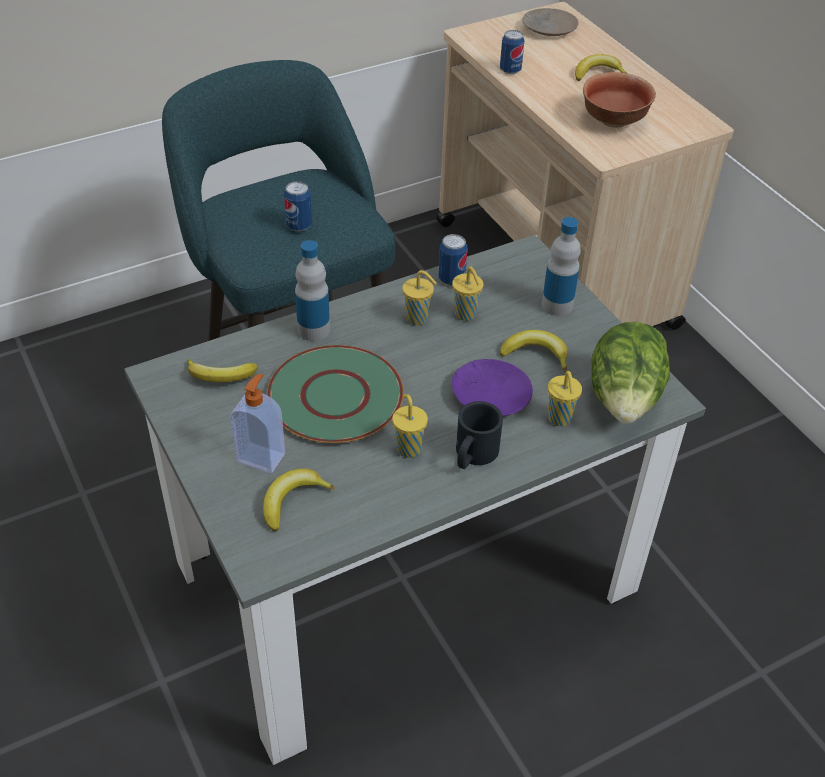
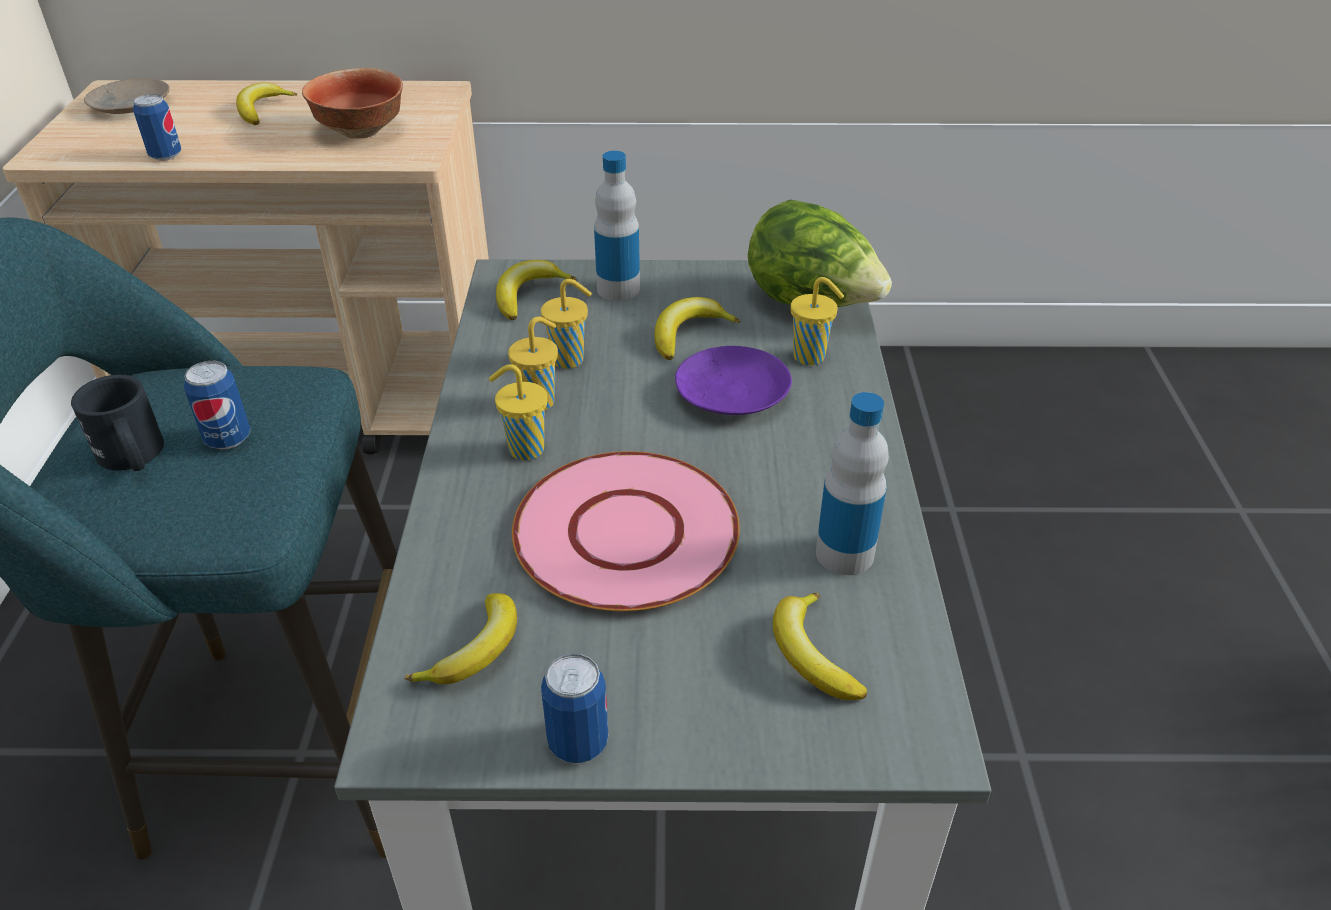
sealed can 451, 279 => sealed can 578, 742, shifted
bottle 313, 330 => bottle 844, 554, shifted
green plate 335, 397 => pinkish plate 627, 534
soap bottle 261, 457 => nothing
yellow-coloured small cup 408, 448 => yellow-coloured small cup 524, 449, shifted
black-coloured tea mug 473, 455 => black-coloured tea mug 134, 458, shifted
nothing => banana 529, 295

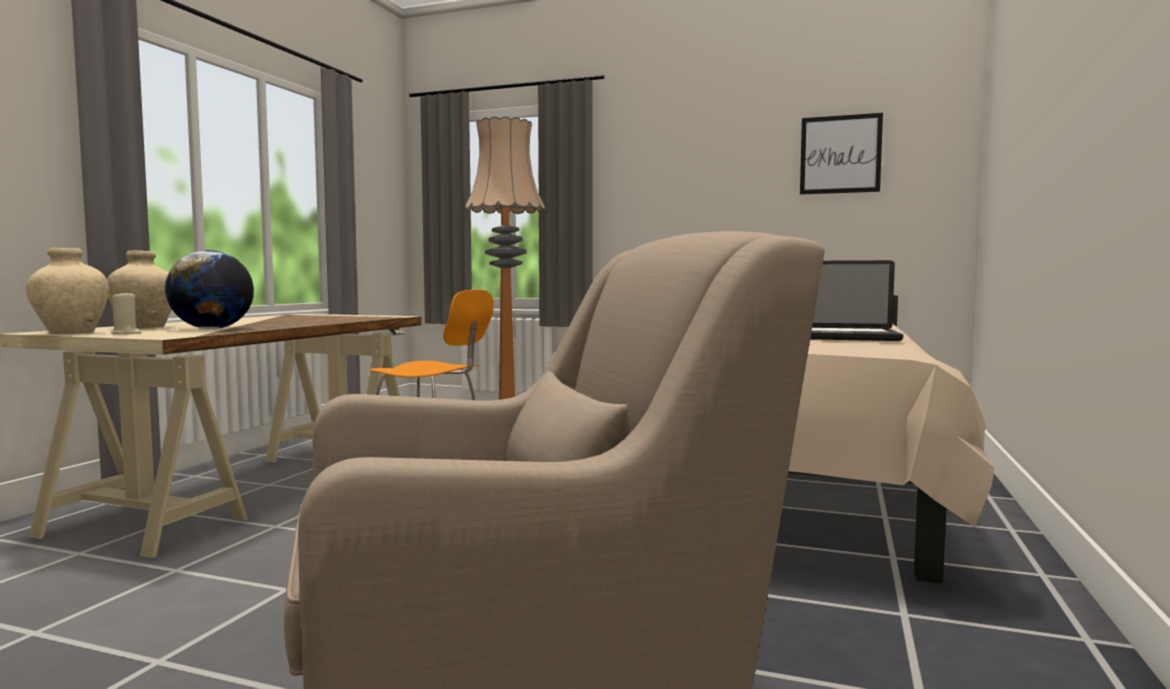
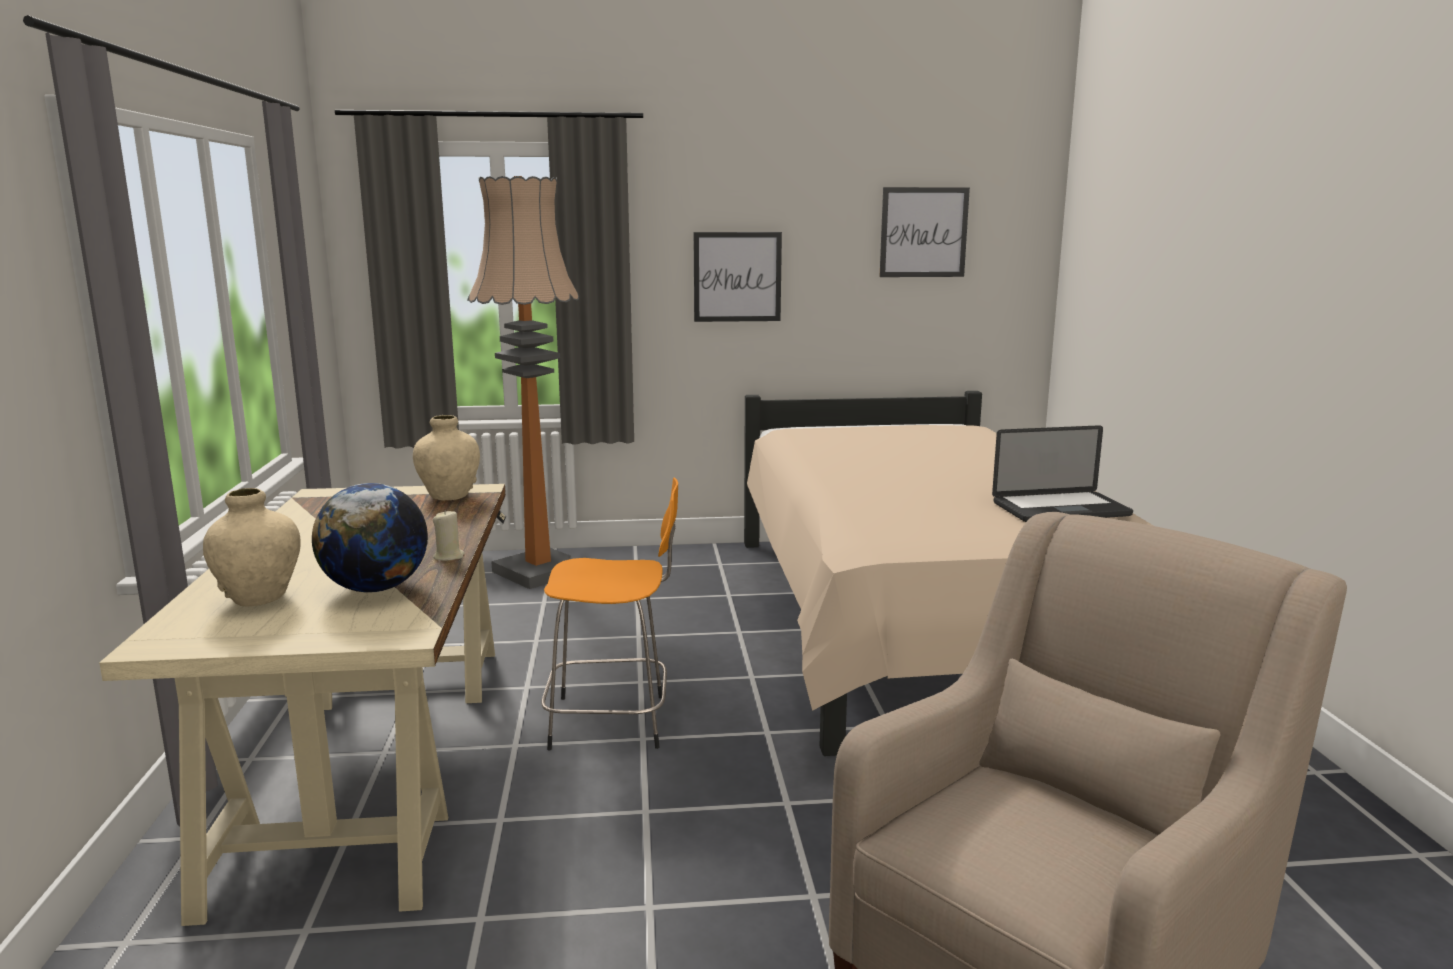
beige flower vase 71, 333 => beige flower vase 449, 496, shifted
beige candle 126, 333 => beige candle 449, 557, shifted
nothing => wall art 737, 277

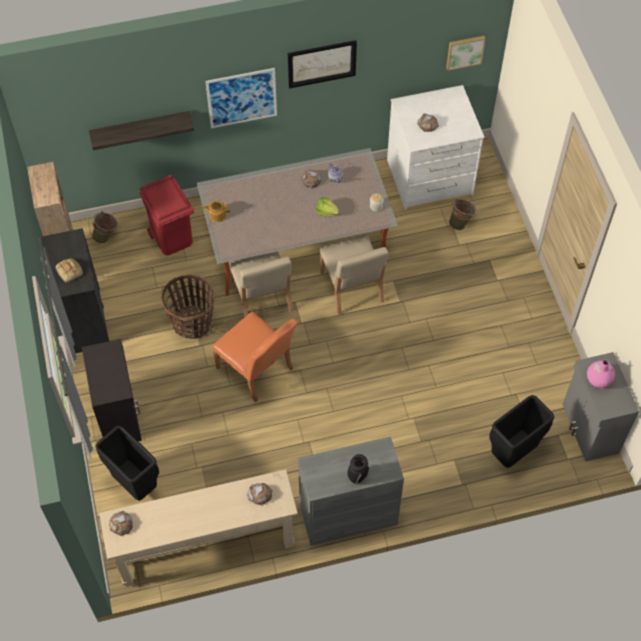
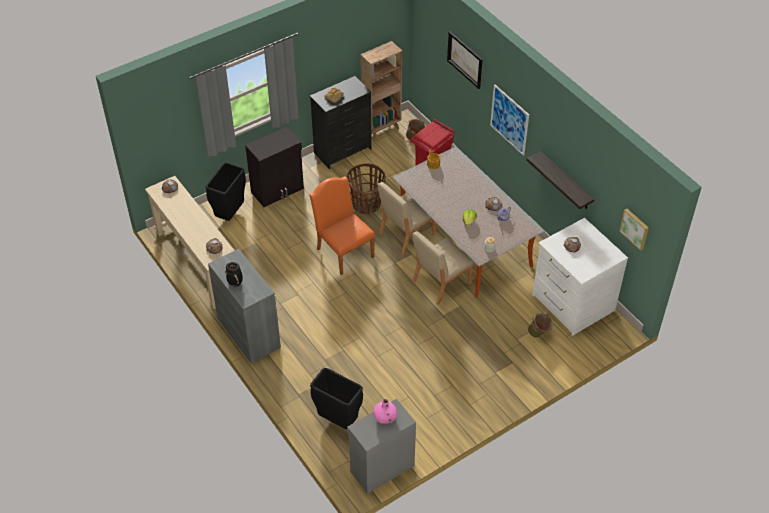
wall art 321, 63 => wall art 465, 59, shifted
shelf 140, 128 => shelf 566, 181, shifted
orangey upright chair 258, 371 => orangey upright chair 343, 250, 120 degrees clockwise

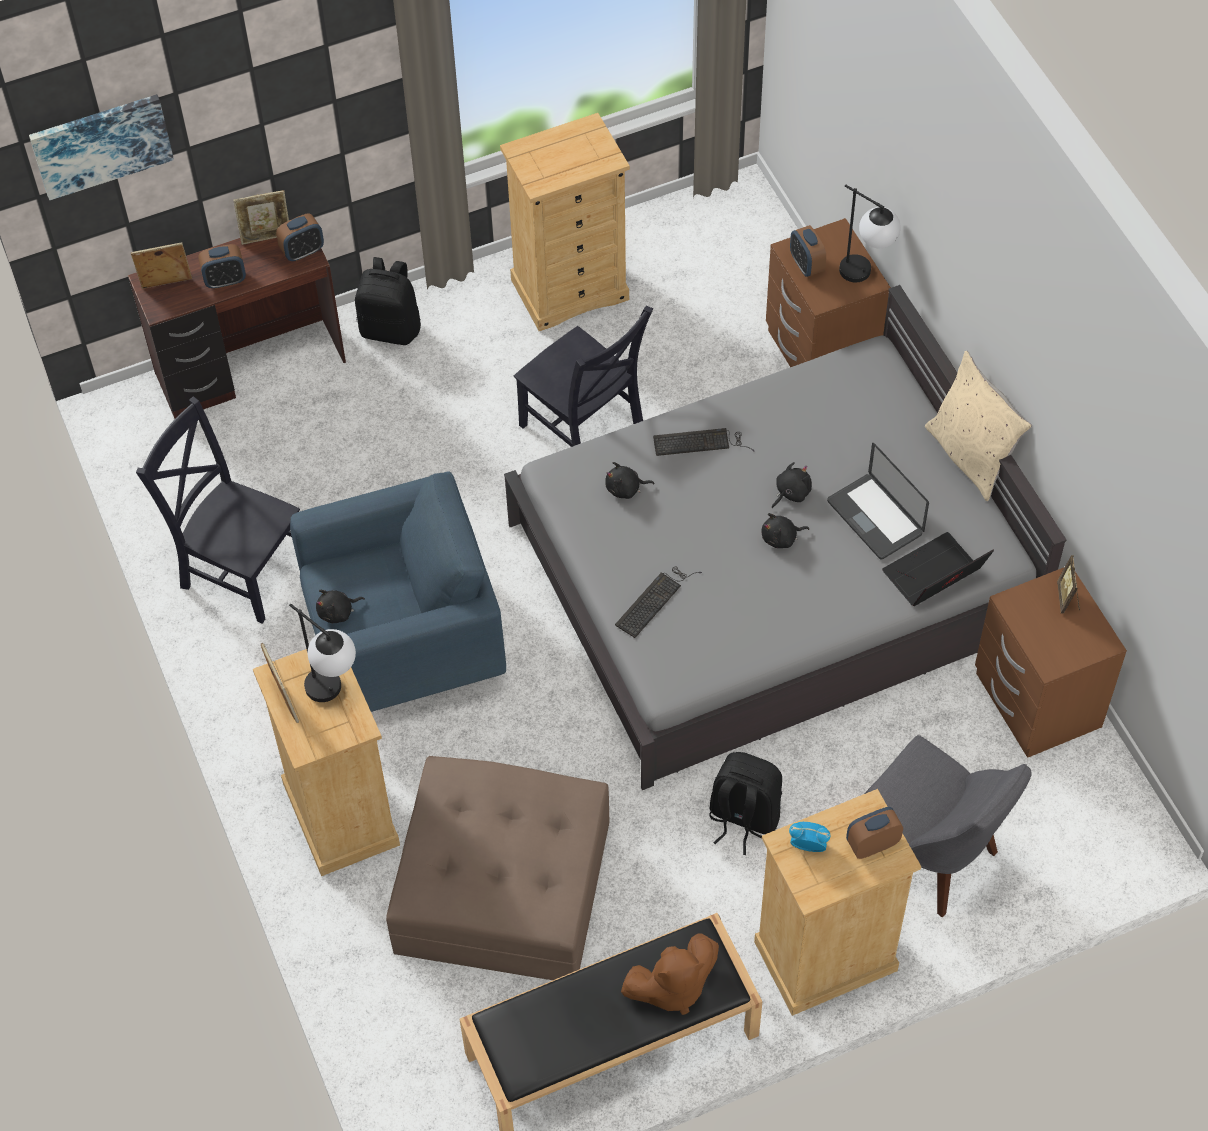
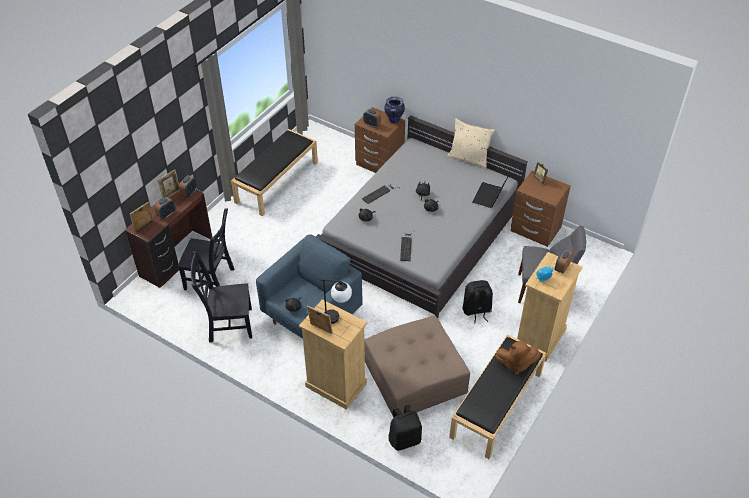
wall art 101, 144 => nothing
beige dresser 570, 289 => black-coloured bench 277, 181
lamp for a table 866, 276 => flower vase 394, 120
black-coloured rucksack 391, 328 => black-coloured rucksack 404, 439, shifted
black-coloured upright chair 584, 431 => black-coloured upright chair 211, 280, shifted
laptop 875, 517 => nothing
brown plush toy 671, 987 => brown plush toy 515, 364, 60 degrees clockwise

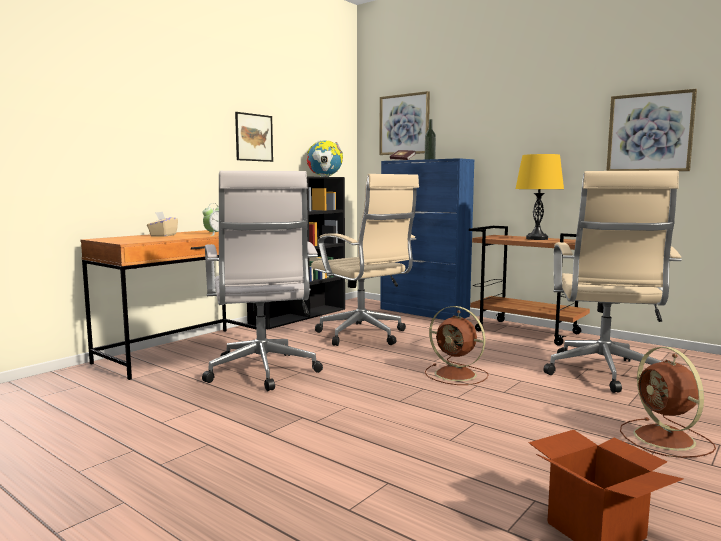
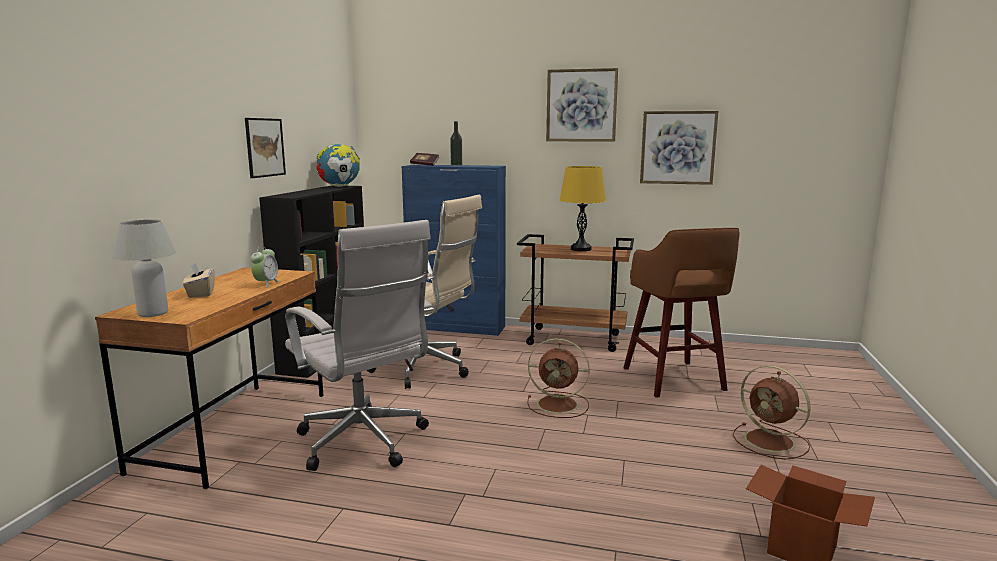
wall art 404, 124 => wall art 581, 105, shifted
beige computer chair 603, 374 => brown stool 674, 380
nothing => whitish lamp for a table 153, 313

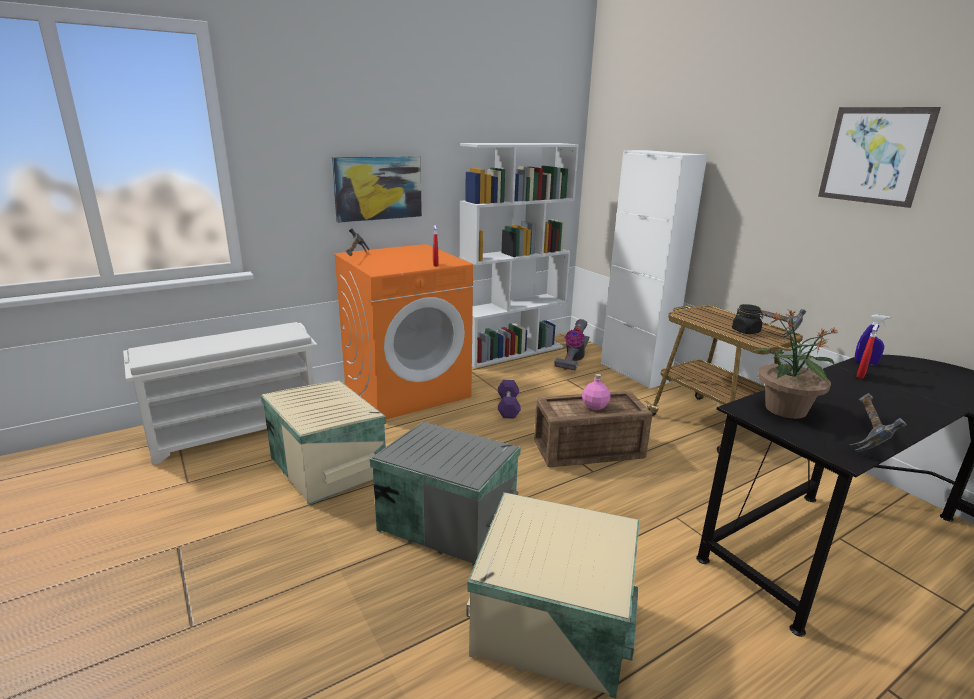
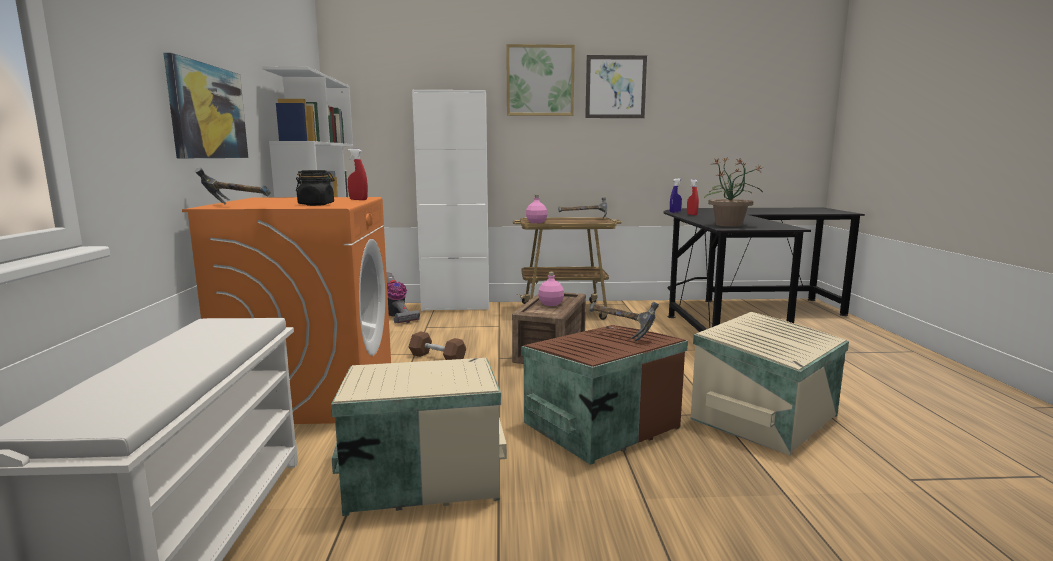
black-coloured storage jar 746, 331 => black-coloured storage jar 316, 204, shifted
purple hand weight 508, 407 => brown hand weight 437, 358
hand hammer 867, 437 => hand hammer 620, 331, shifted
grey storage container 448, 517 => brown storage container 598, 424
nothing => wall art 540, 80
nothing => pinkish bottle 536, 222

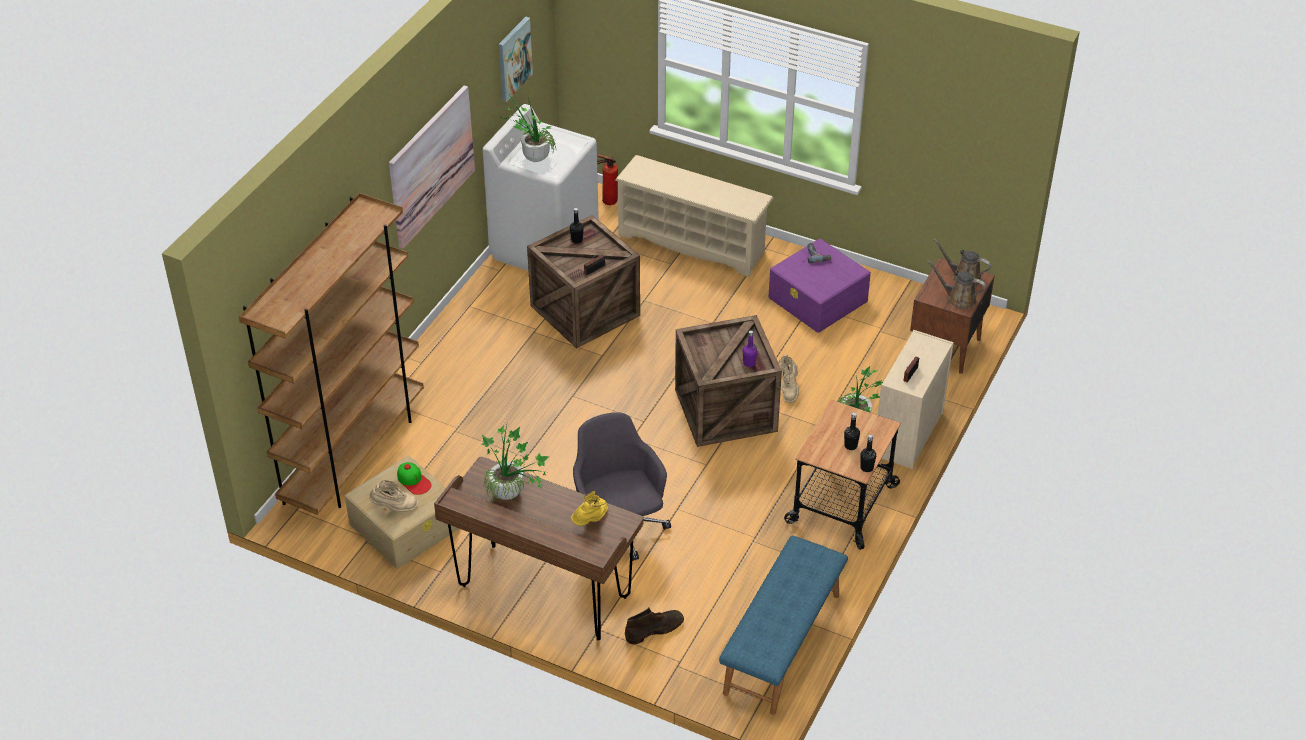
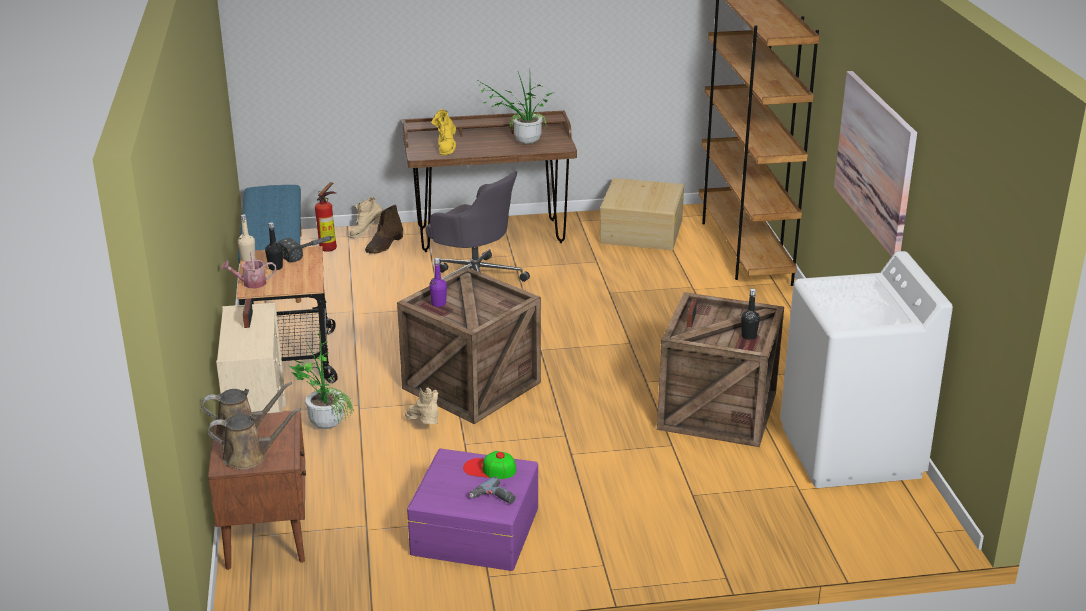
wall art 513, 58 => nothing
plant in a pot 531, 156 => nothing
extinguisher 607, 201 => extinguisher 330, 248, shifted
beige shoe stand 693, 243 => nothing
black-coloured bottle 866, 468 => beige bottle 248, 259
baseball cap 414, 481 => baseball cap 489, 469, shifted
beige tall boot 394, 507 => beige tall boot 367, 233, shifted
nothing => hand hammer 309, 251
nothing => watering can 251, 283

